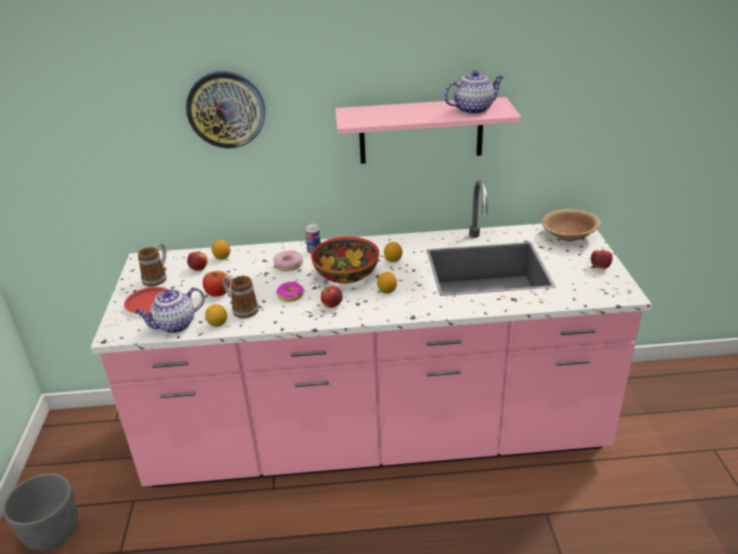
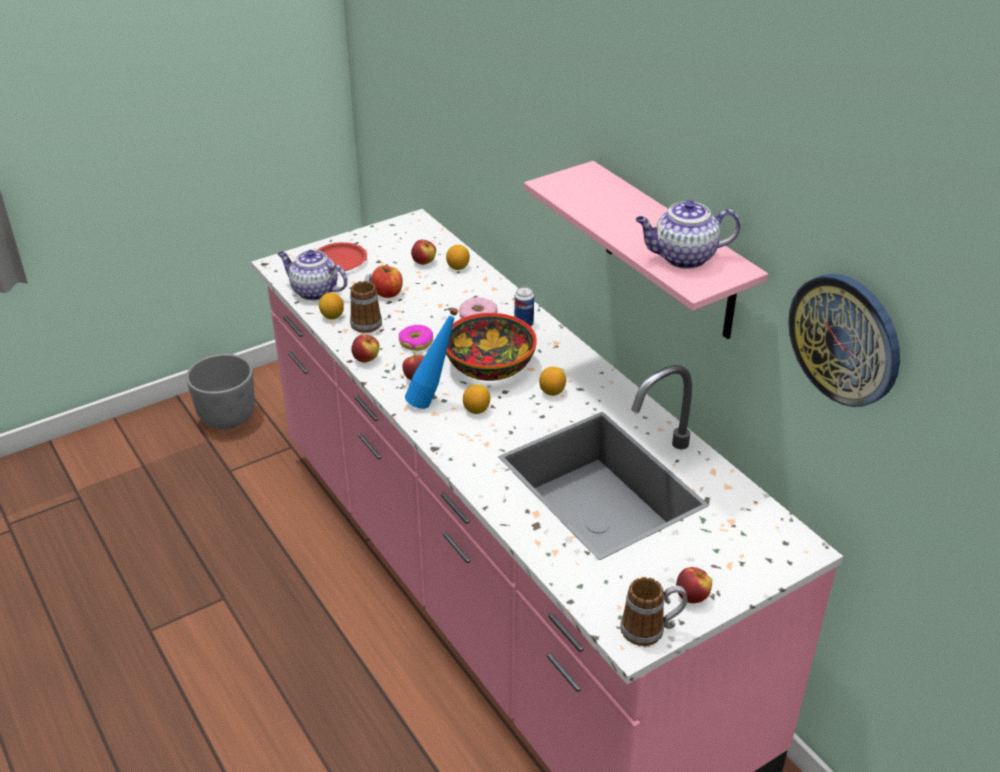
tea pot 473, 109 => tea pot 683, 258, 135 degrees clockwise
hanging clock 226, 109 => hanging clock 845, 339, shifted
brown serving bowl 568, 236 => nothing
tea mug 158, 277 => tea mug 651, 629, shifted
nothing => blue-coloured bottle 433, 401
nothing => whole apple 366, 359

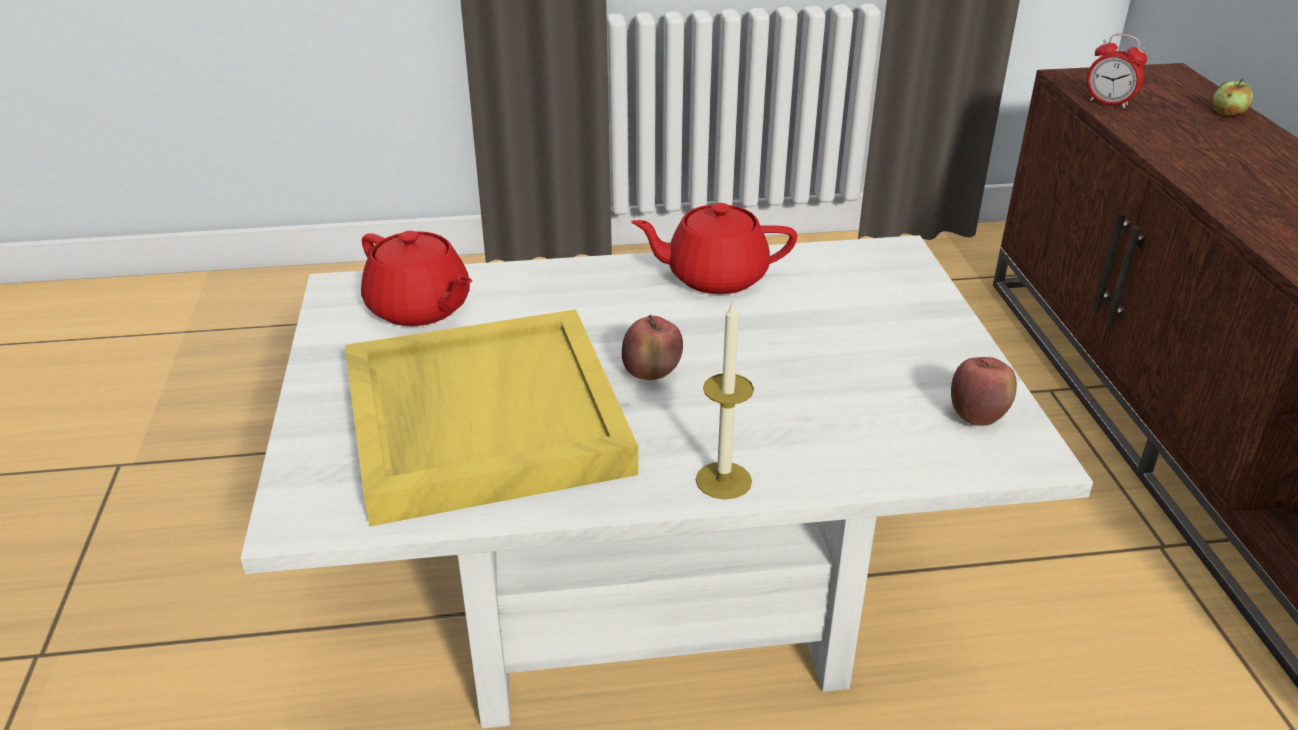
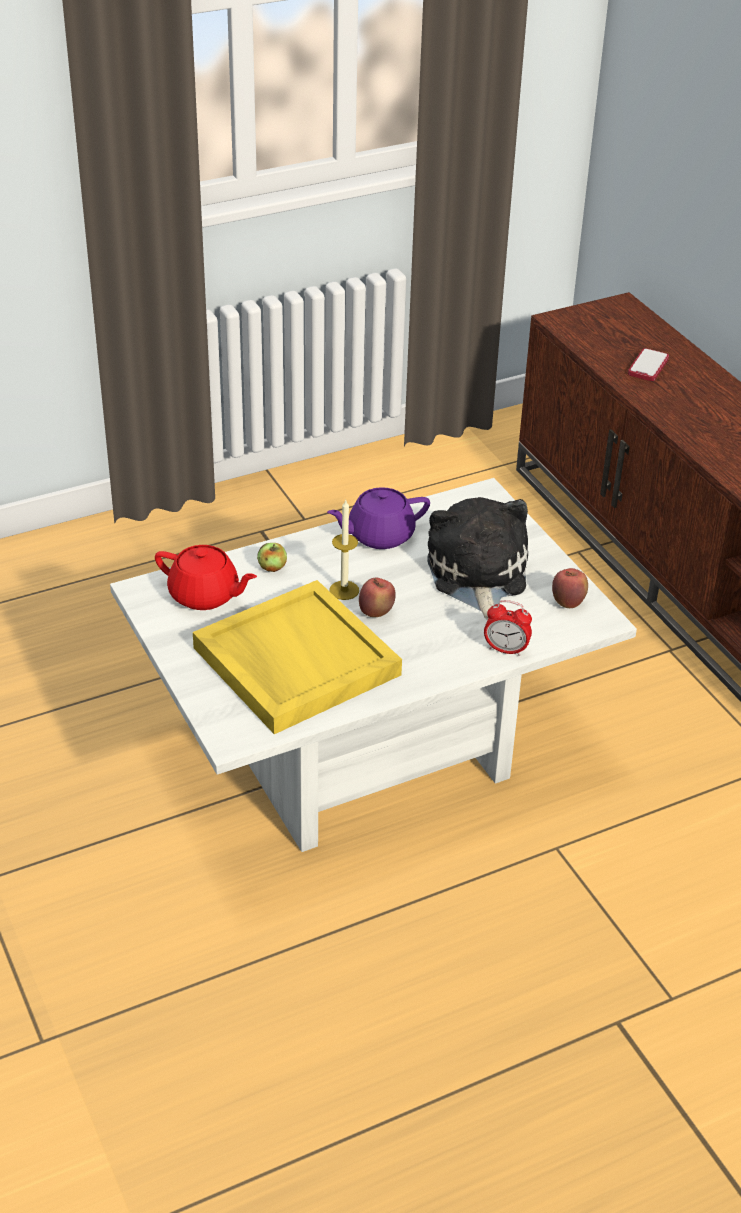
alarm clock 1108, 103 => alarm clock 506, 649, shifted
whole apple 1227, 114 => whole apple 272, 567, shifted
red-coloured tea pot 714, 277 => purple tea pot 379, 535
candle 723, 480 => candle 344, 590, shifted
nothing => handset 648, 366
nothing => plush toy 477, 575

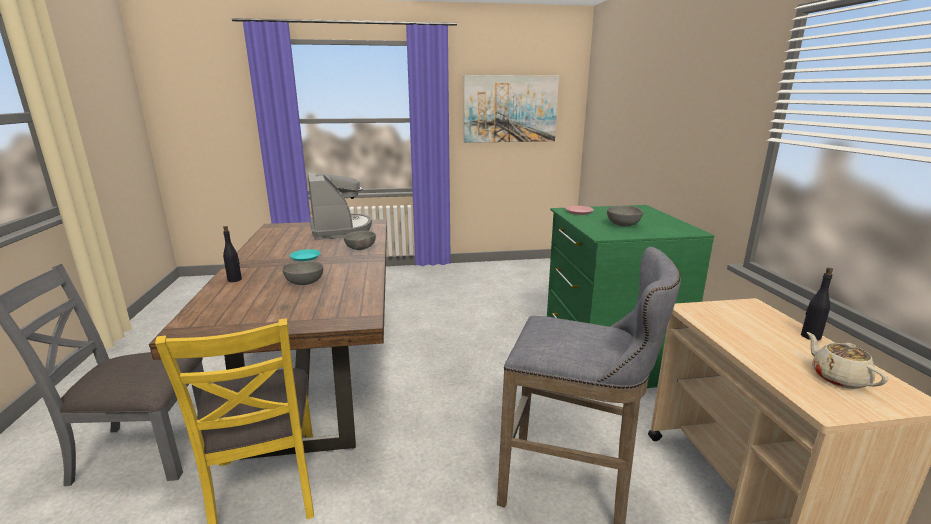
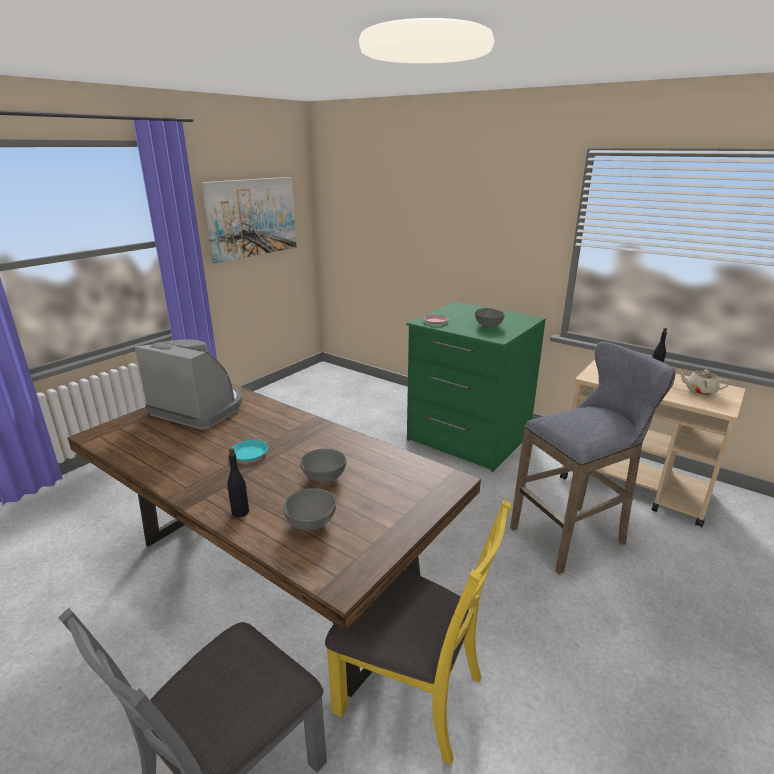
grey serving bowl 360, 249 => grey serving bowl 312, 523, shifted

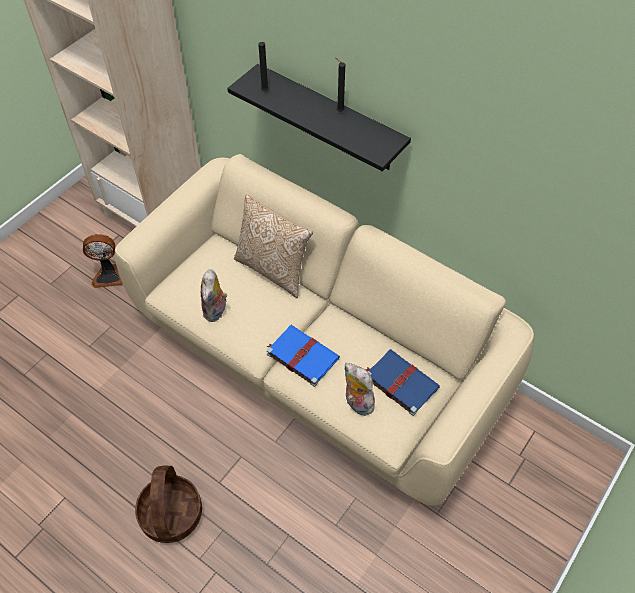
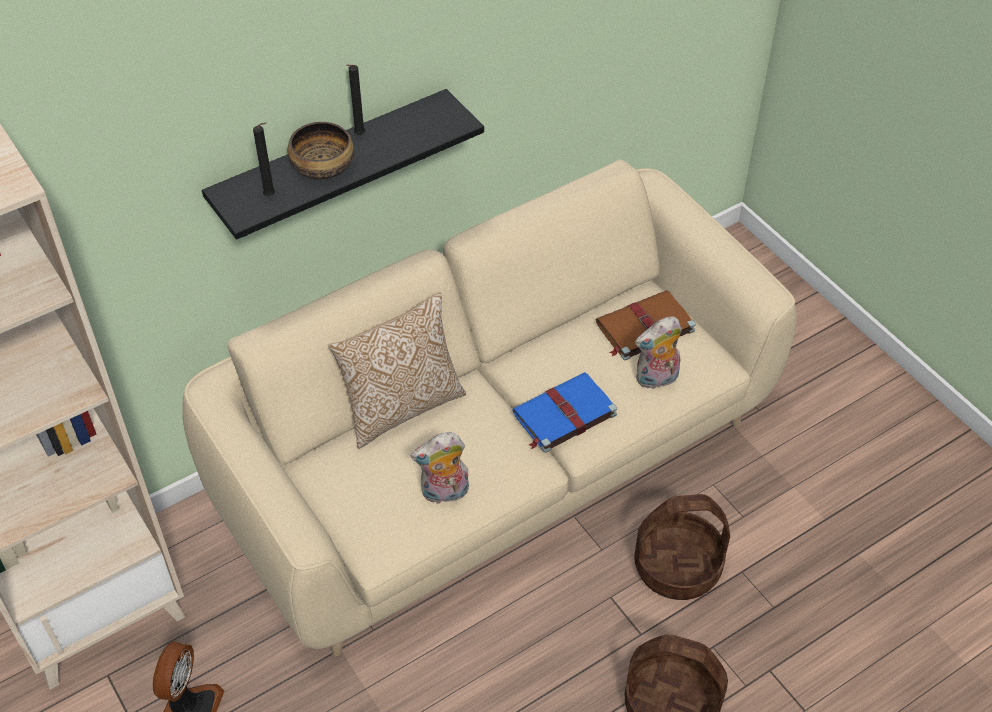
plush toy 216, 311 => plush toy 444, 493, 135 degrees clockwise
blue-coloured bound book 400, 382 => brown bound book 643, 328
nothing => serving bowl 323, 166
nothing => storage basket 677, 566

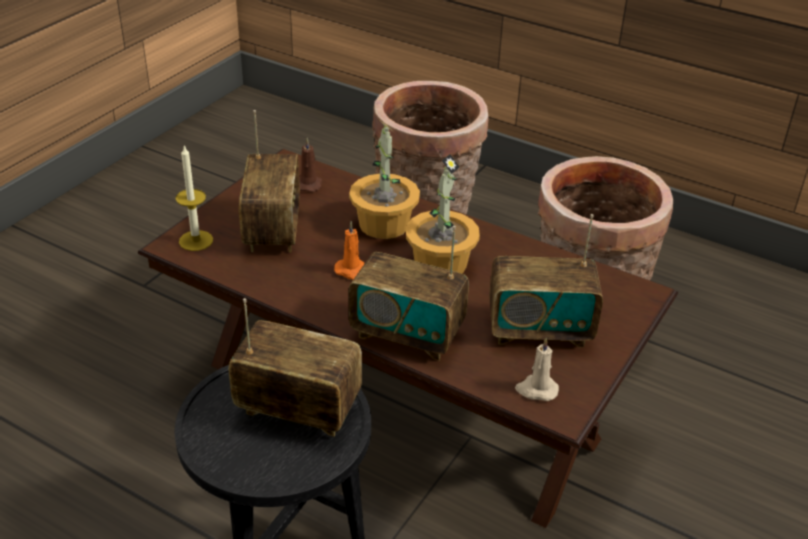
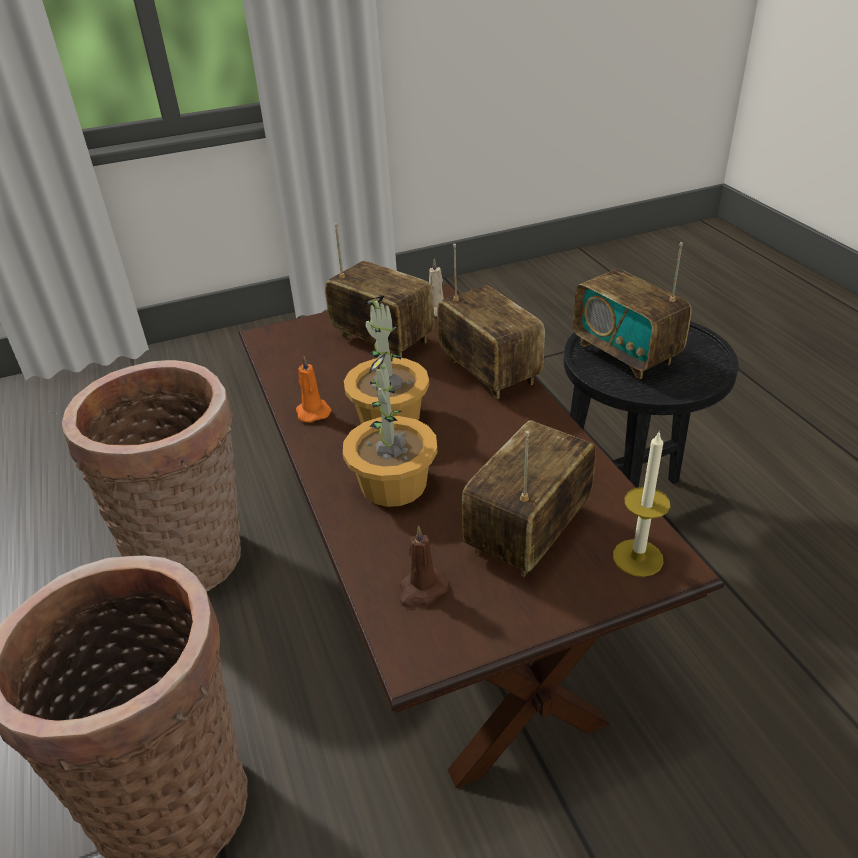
orangey candle 353, 271 => orangey candle 312, 411, shifted

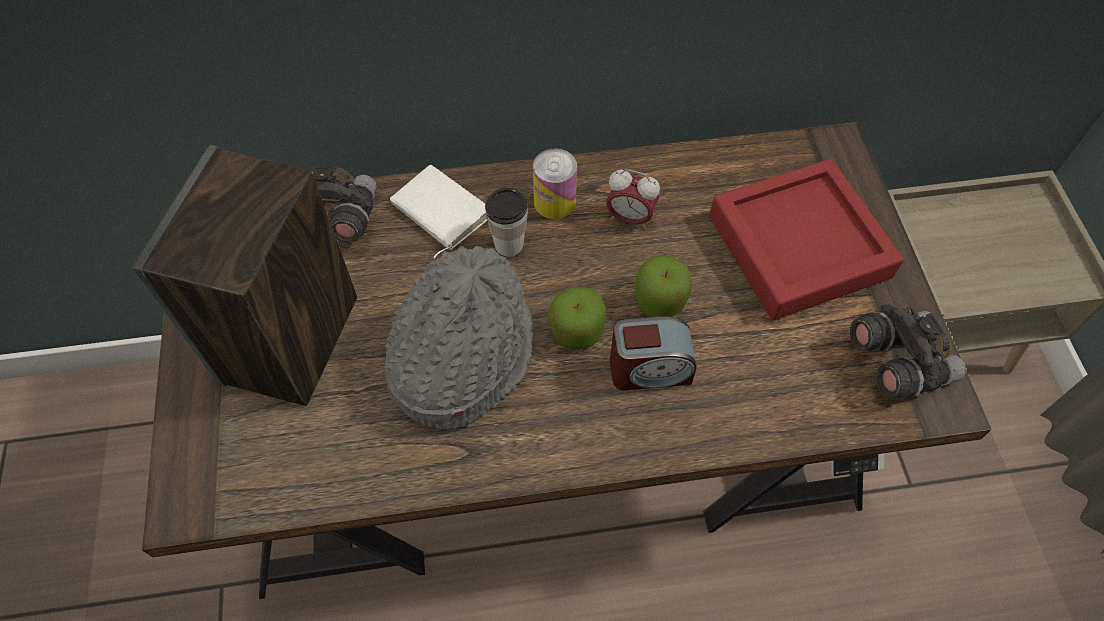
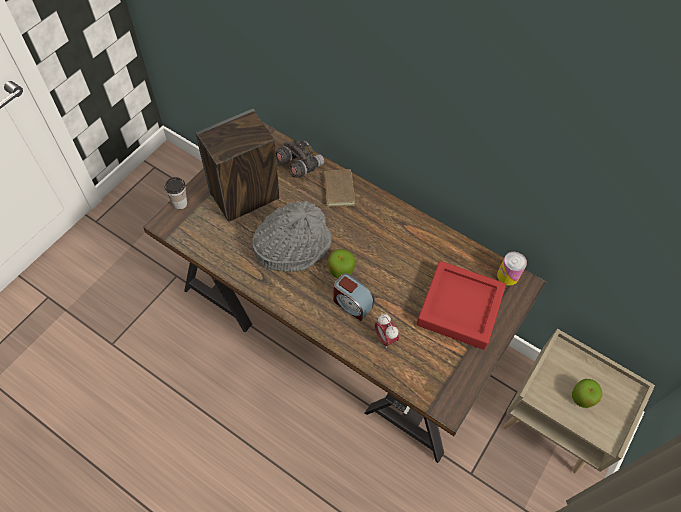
sealed can 554, 202 => sealed can 508, 275, shifted
whitish bound book 438, 212 => brown bound book 337, 189
alarm clock 629, 218 => alarm clock 385, 338, shifted
small cup 509, 244 => small cup 180, 203, shifted
whole apple 660, 300 => whole apple 582, 397, shifted
grey field glasses 897, 362 => nothing

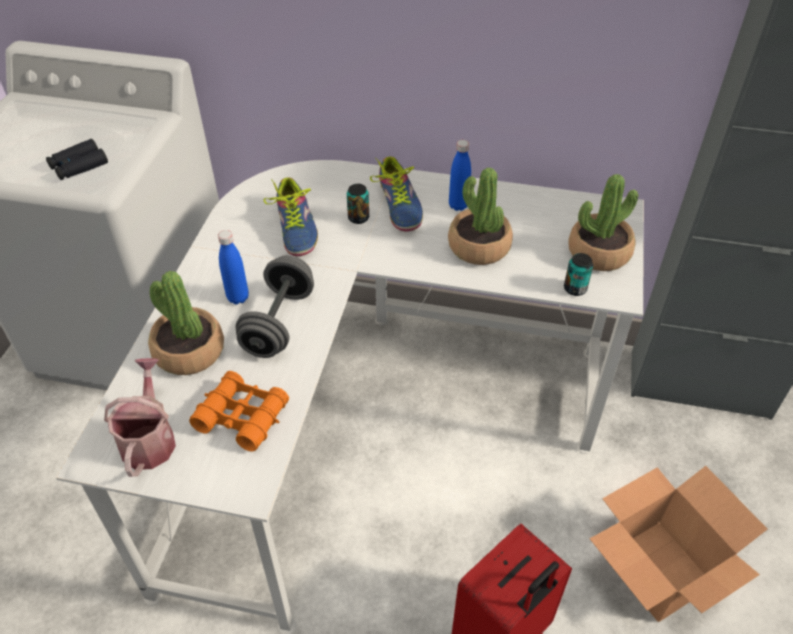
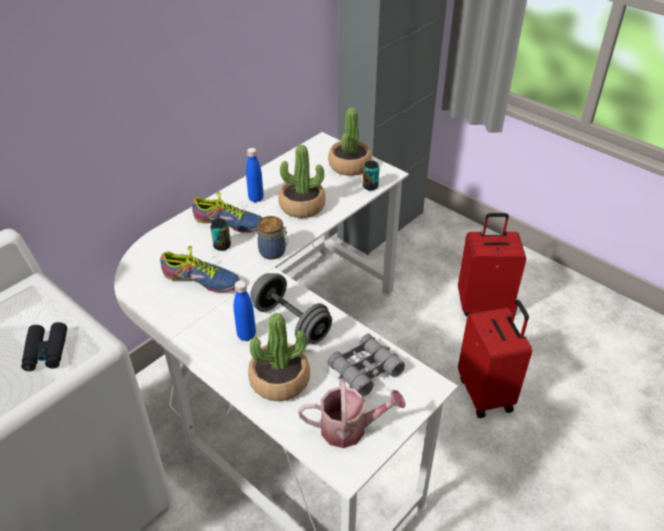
watering can 149, 439 => watering can 350, 428, 150 degrees clockwise
orangey field glasses 242, 417 => grey field glasses 364, 370
carton 660, 571 => red-coloured suitcase 483, 305
nothing => storage jar 273, 252

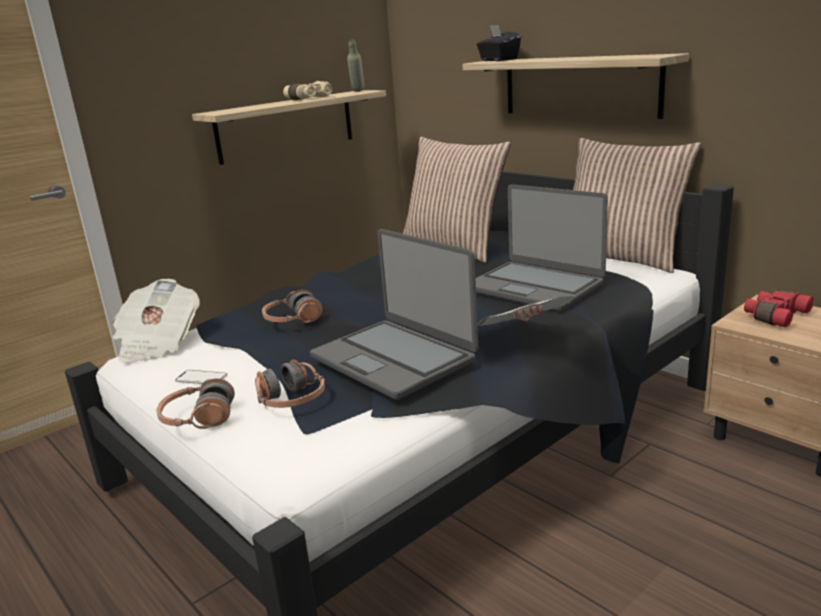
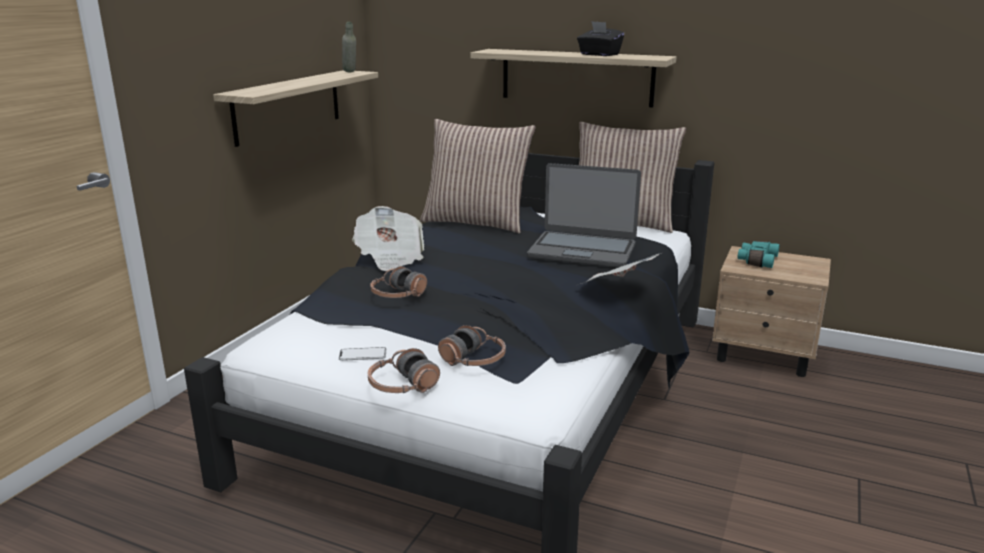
black-coloured tissue holder 498, 60 => black-coloured tissue holder 599, 54, shifted
beige field glasses 312, 98 => nothing
laptop 394, 359 => nothing
daily paper 157, 343 => daily paper 390, 257, shifted
red-coloured field glasses 774, 316 => blue-green field glasses 756, 261

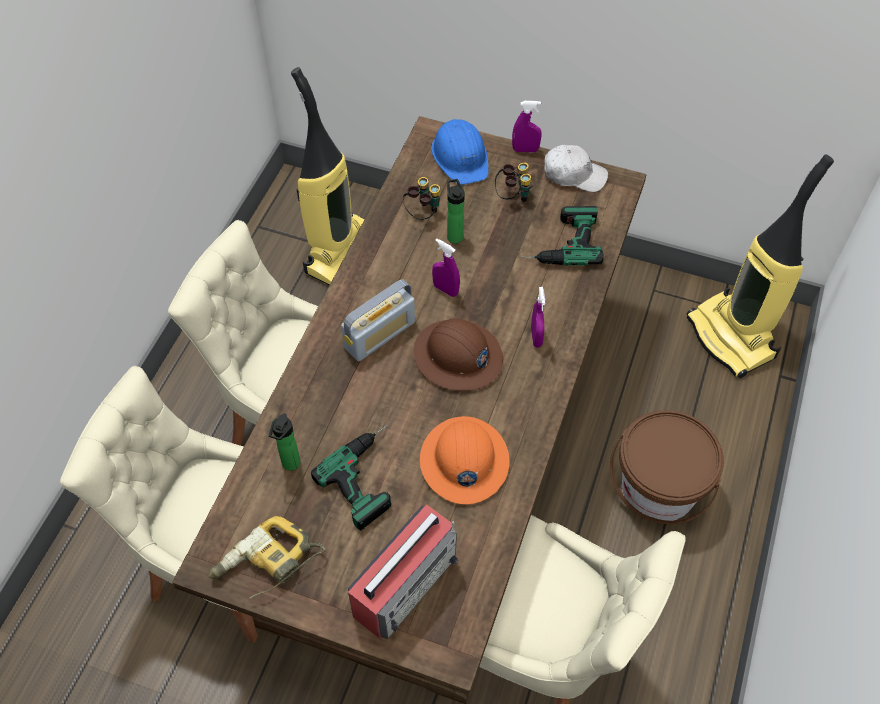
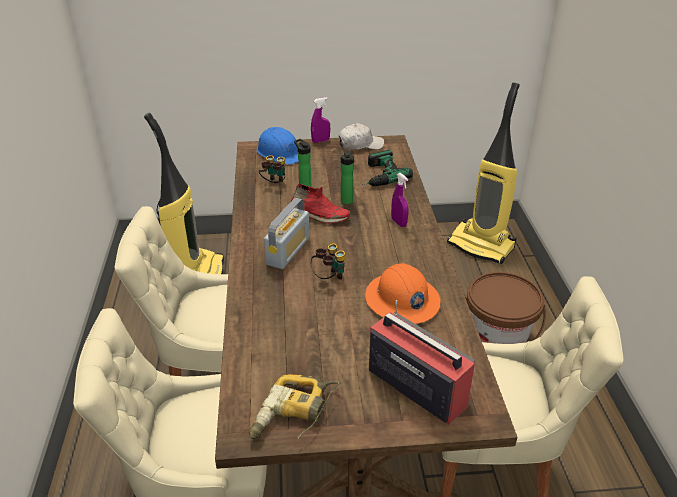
field glasses 512, 196 => field glasses 328, 278, shifted
purple hand sprayer 445, 290 => red-coloured low shoe 318, 216
brown safety helmet 458, 357 => nothing
bottle 290, 465 => bottle 347, 202, shifted
power drill 370, 476 => nothing
radio 406, 583 => radio 416, 386, 60 degrees counterclockwise

